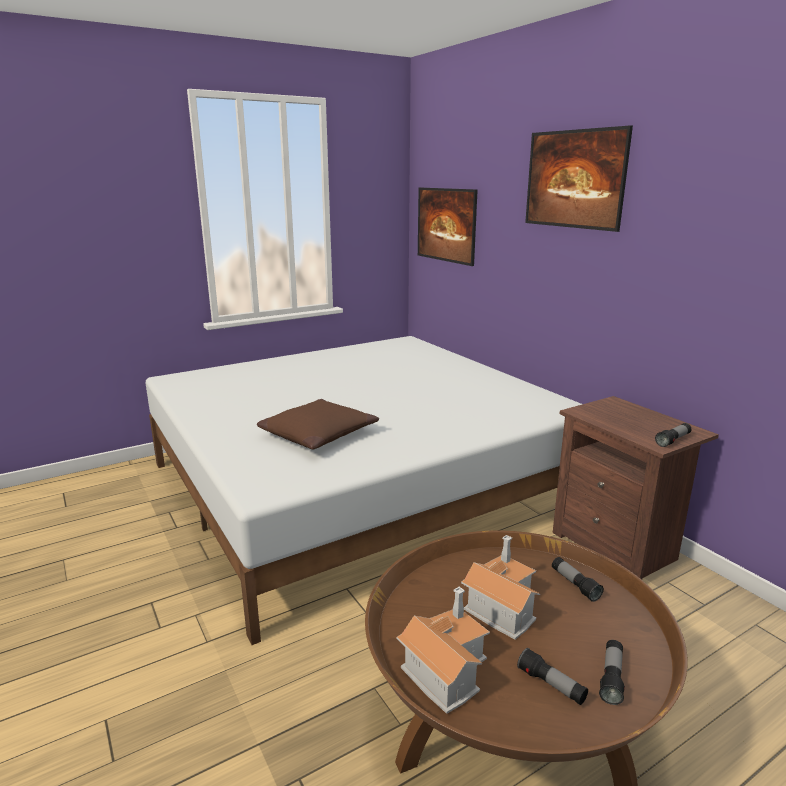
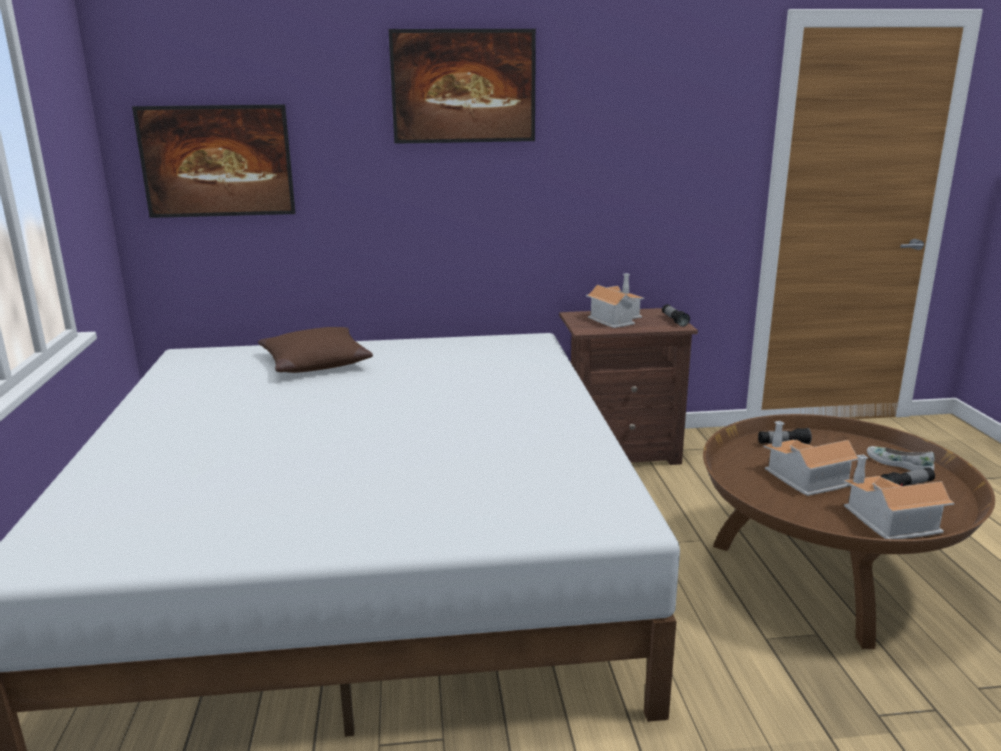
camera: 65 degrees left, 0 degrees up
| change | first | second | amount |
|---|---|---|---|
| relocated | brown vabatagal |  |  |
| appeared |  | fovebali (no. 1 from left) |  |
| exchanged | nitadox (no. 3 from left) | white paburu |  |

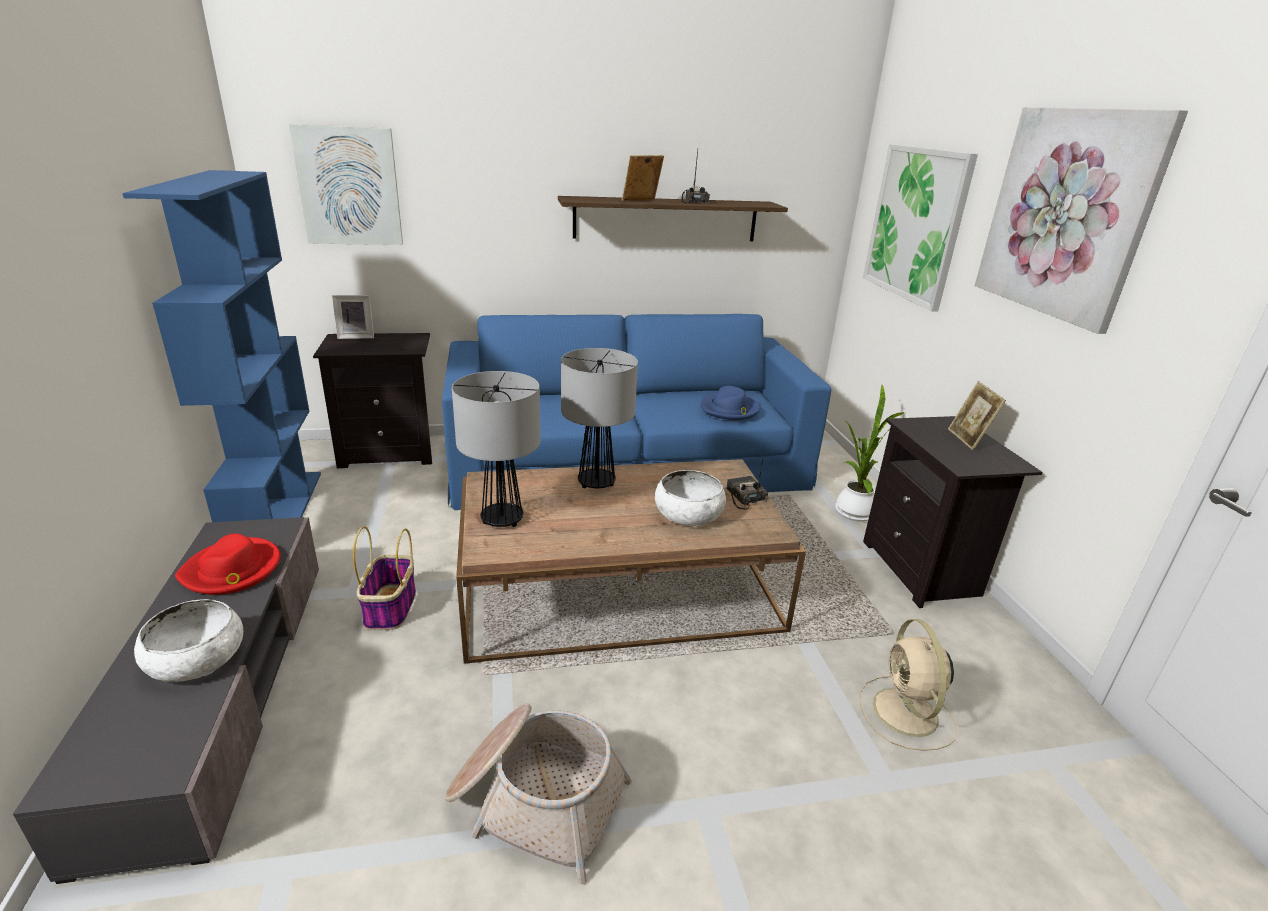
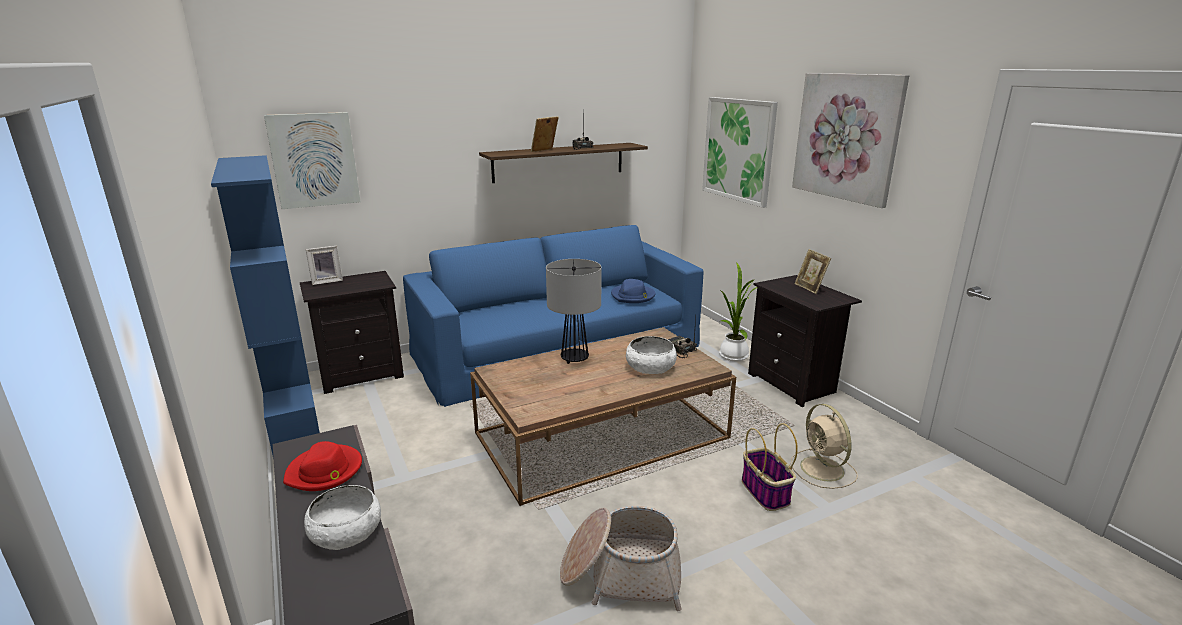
camera: 15 degrees left, 5 degrees down
| change | first | second | amount |
|---|---|---|---|
| relocated | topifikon (no. 1 from left in the first image) | topifikon (no. 2 from left) |  |
| missing | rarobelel (no. 1 from left) |  |  |

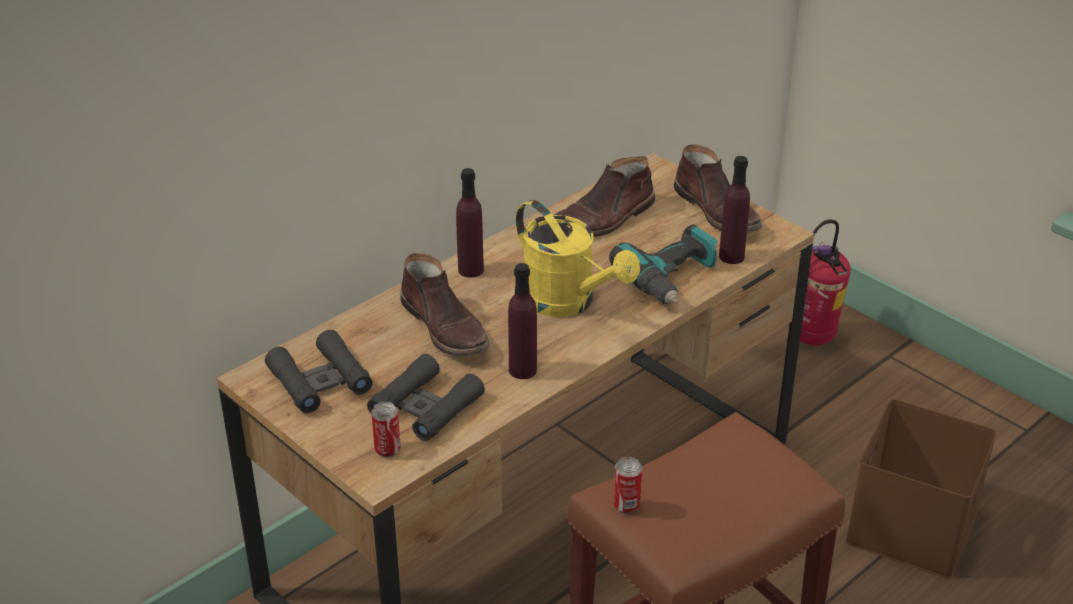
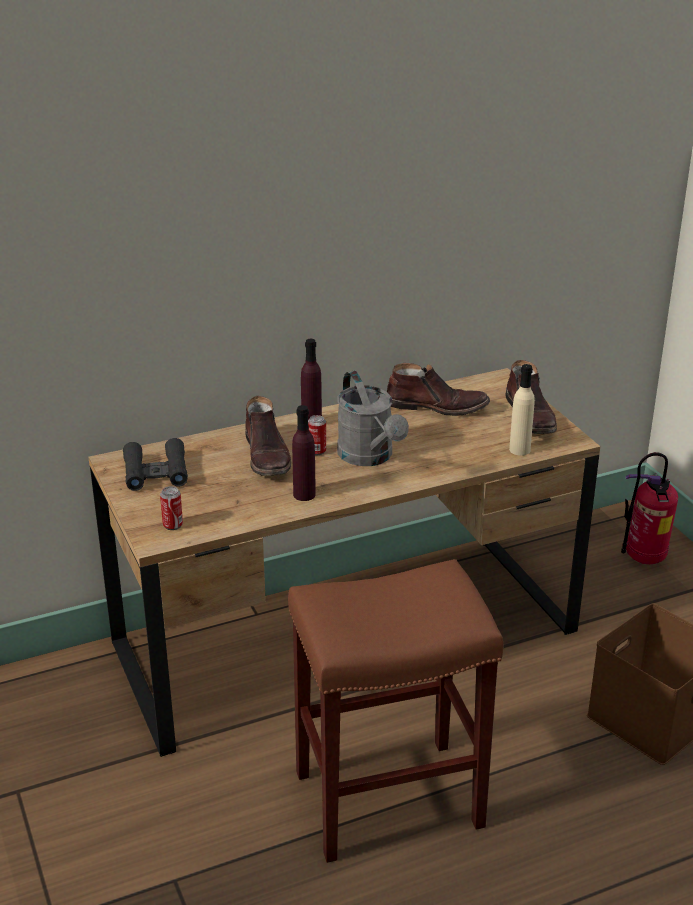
camera: 20 degrees right, 5 degrees down
| change | first | second | amount |
|---|---|---|---|
| relocated | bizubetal (no. 2 from left) |  |  |
| colour | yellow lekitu | grey lekitu |  |
| spun | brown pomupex (no. 2 from left) |  | 150 degrees counterclockwise |
| colour | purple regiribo (no. 3 from left) | beige regiribo |  |
| missing | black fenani (no. 2 from left) |  |  |
| missing | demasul |  |  |

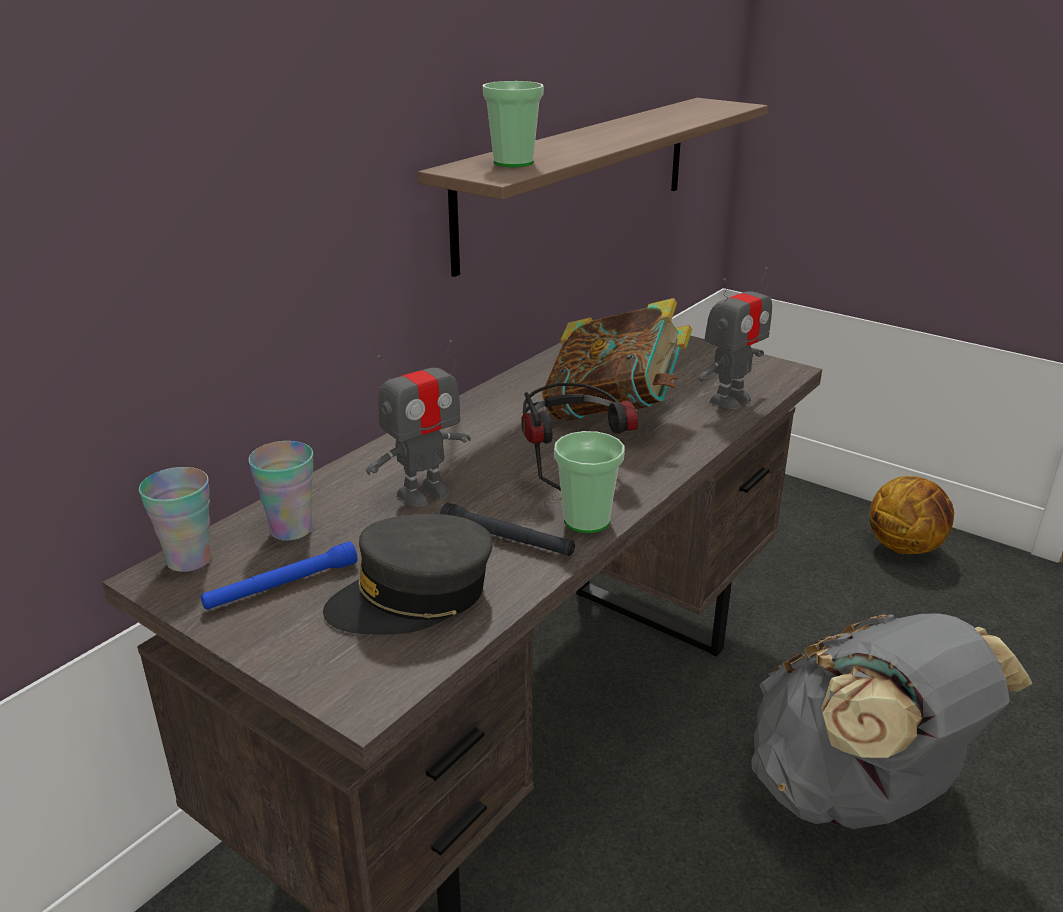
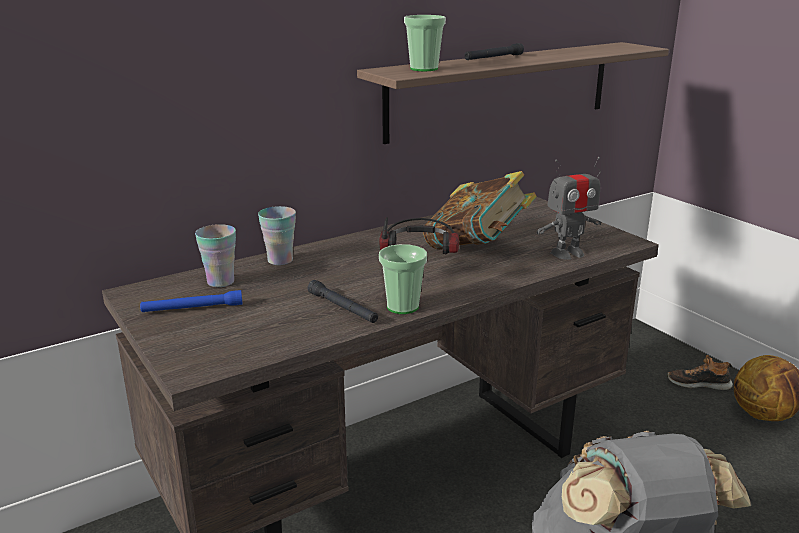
camera: 20 degrees right, 5 degrees down
| change | first | second | amount |
|---|---|---|---|
| relocated | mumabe (no. 1 from left in the first image) | mumabe (no. 2 from left) |  |
| appeared |  | black nitadox (no. 2 from left) |  |
| appeared |  | paburu |  |
| missing | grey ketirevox |  |  |
| missing | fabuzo (no. 1 from left) |  |  |

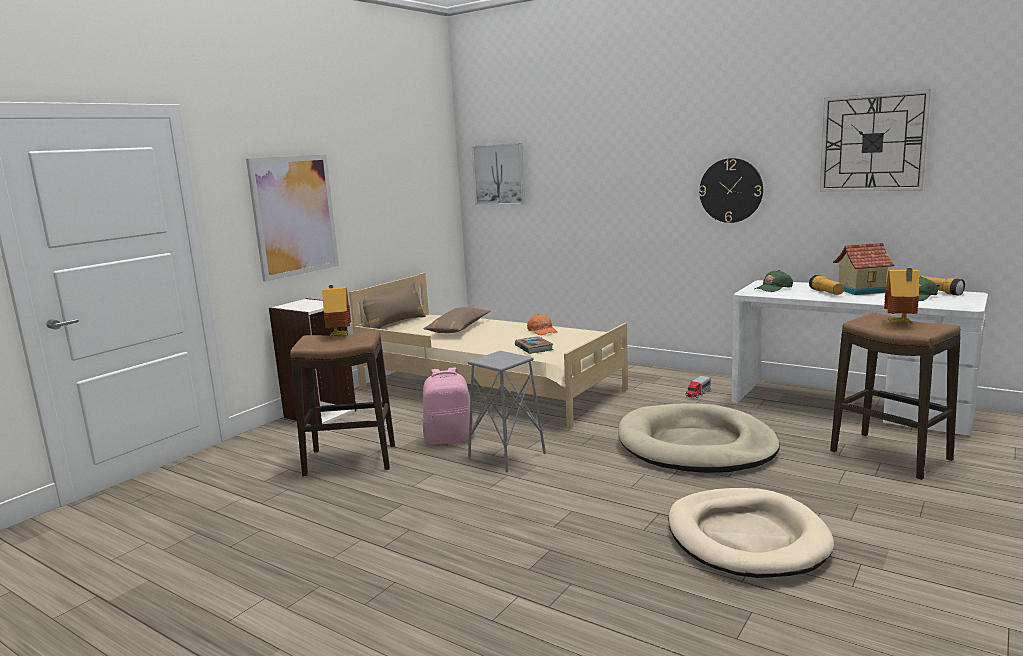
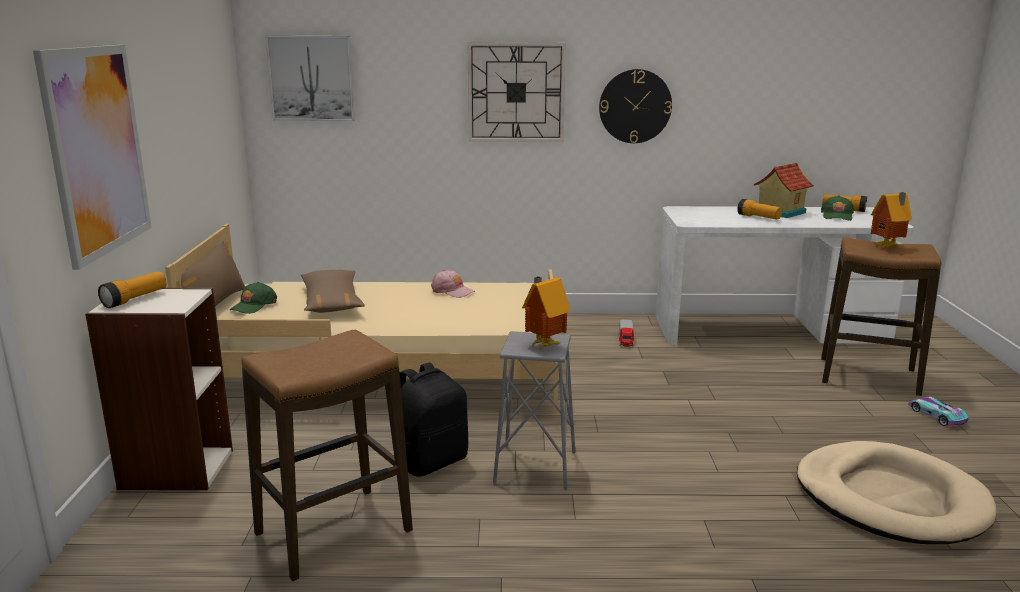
camera: 35 degrees left, 5 degrees up
| change | first | second | amount |
|---|---|---|---|
| appeared |  | nitadox (no. 1 from left) |  |
| relocated | green ketirevox (no. 1 from left) |  |  |
| colour | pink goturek | black goturek |  |
| colour | orange ketirevox | pink ketirevox |  |
| relocated | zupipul (no. 2 from left in the first image) | zupipul (no. 1 from left) |  |
| relocated | fovebali (no. 1 from left) |  |  |
| appeared |  | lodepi |  |
| missing | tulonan |  |  |
| missing | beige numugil (no. 1 from left) |  |  |

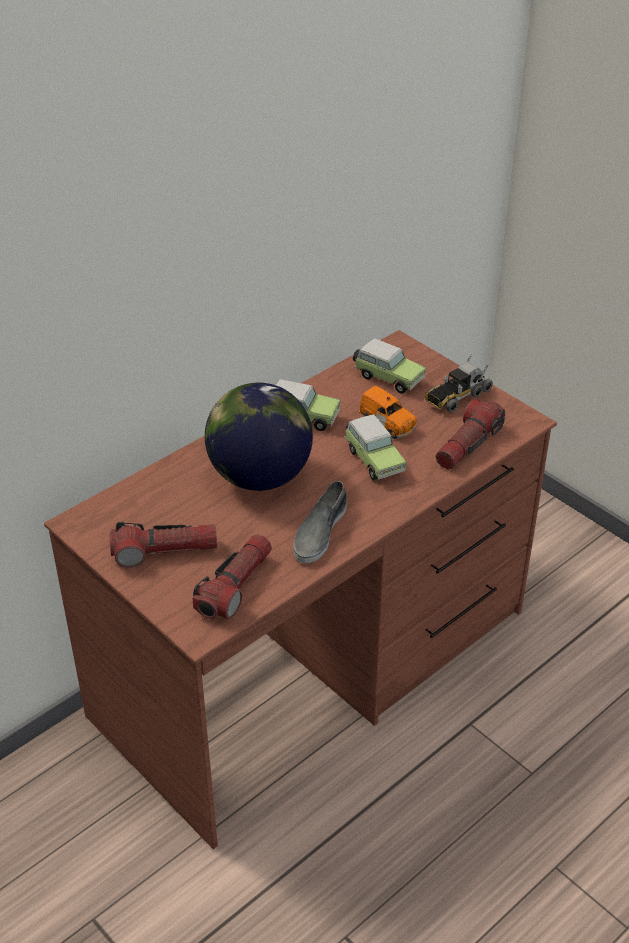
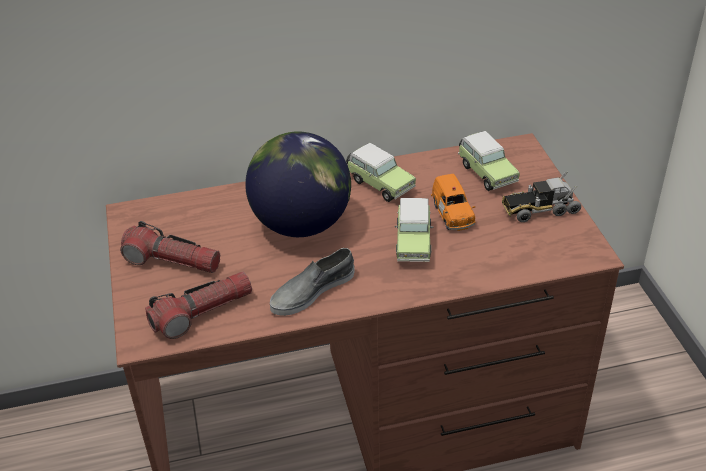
camera: 30 degrees right, 0 degrees up
| change | first | second | amount |
|---|---|---|---|
| missing | nitadox (no. 3 from left) |  |  |

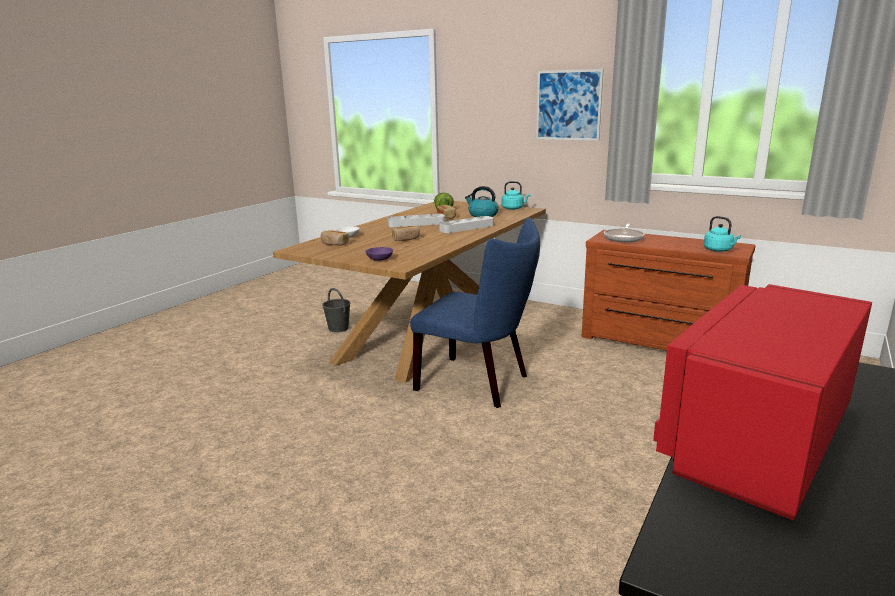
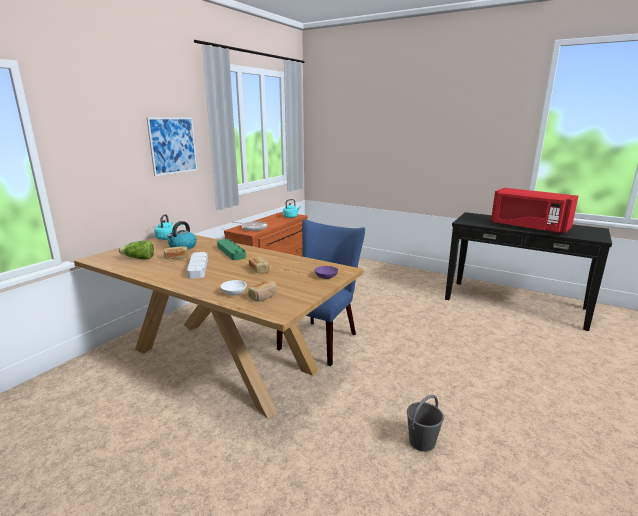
camera: 90 degrees left, 0 degrees up
| change | first | second | amount |
|---|---|---|---|
| colour | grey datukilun (no. 2 from left) | green datukilun |  |
| relocated | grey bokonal |  |  |

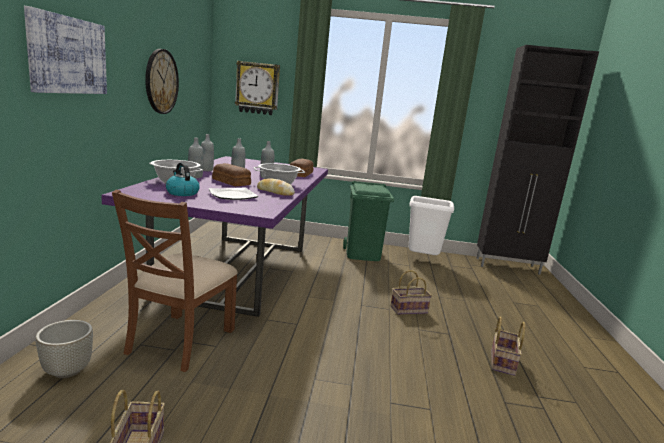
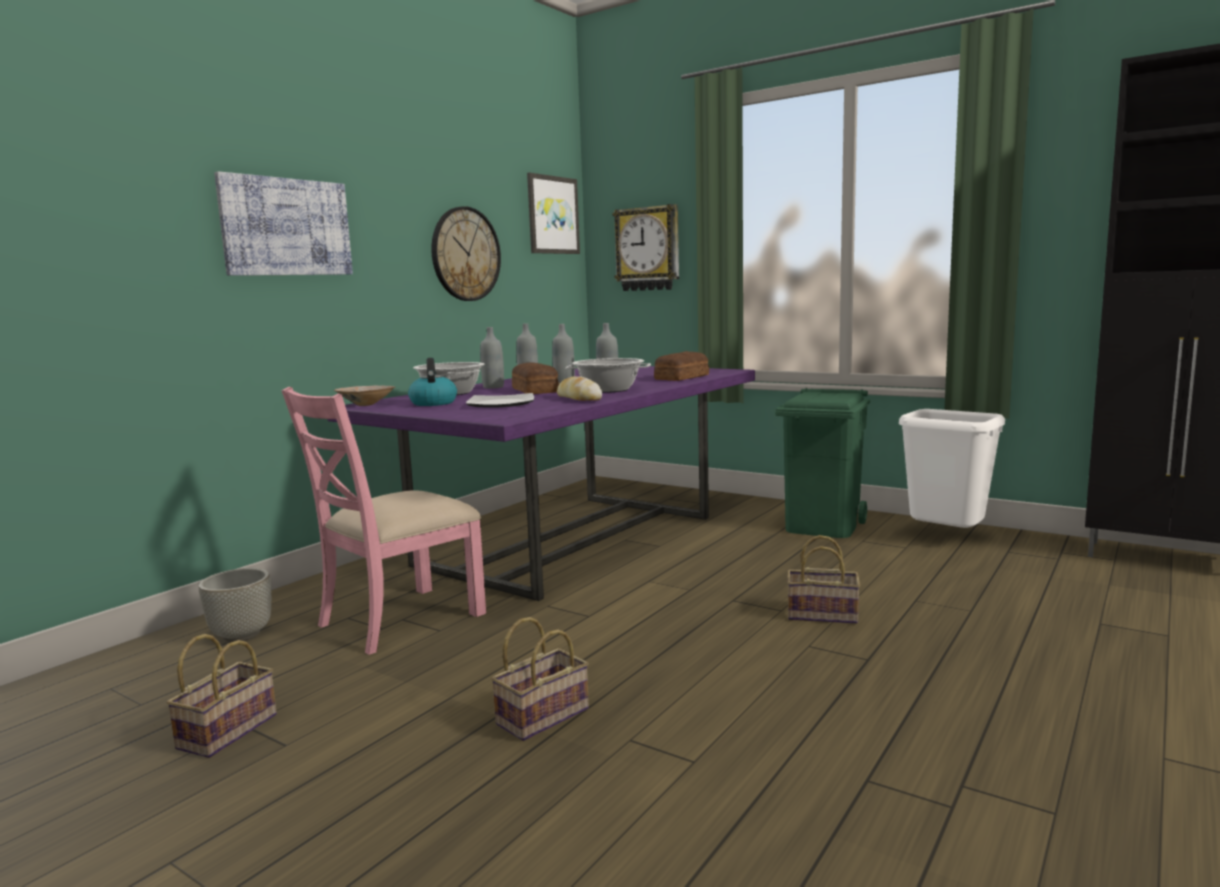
camera: 30 degrees right, 5 degrees down
| change | first | second | amount |
|---|---|---|---|
| colour | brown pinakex | pink pinakex |  |
| appeared |  | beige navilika |  |
| relocated | topifikon (no. 3 from left in the first image) | topifikon (no. 2 from left) |  |
| appeared |  | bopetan (no. 2 from left) |  |

